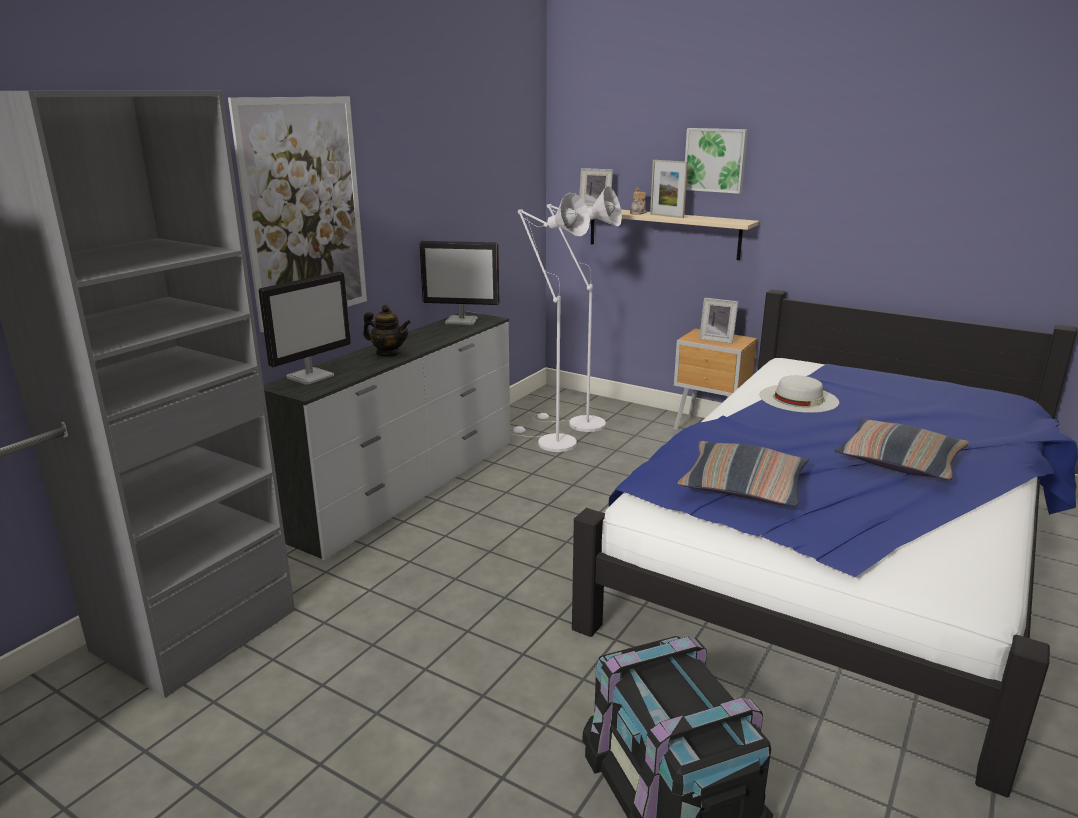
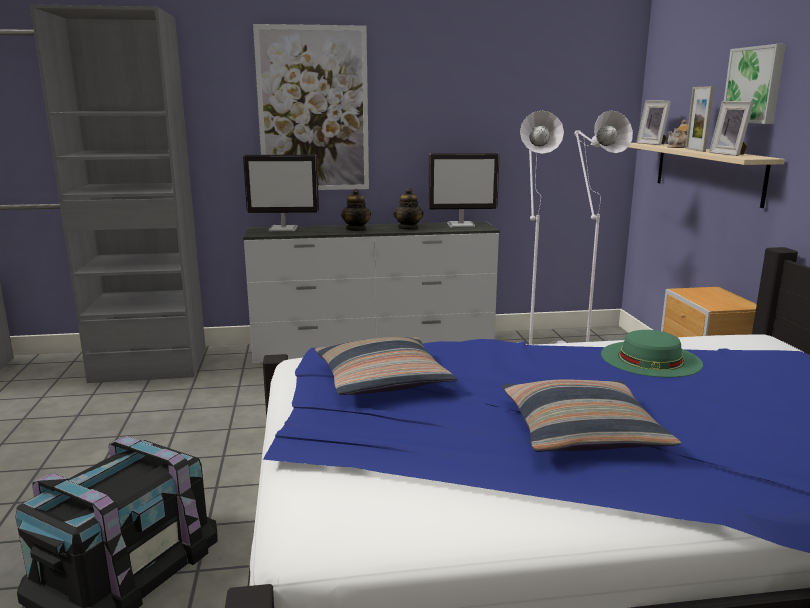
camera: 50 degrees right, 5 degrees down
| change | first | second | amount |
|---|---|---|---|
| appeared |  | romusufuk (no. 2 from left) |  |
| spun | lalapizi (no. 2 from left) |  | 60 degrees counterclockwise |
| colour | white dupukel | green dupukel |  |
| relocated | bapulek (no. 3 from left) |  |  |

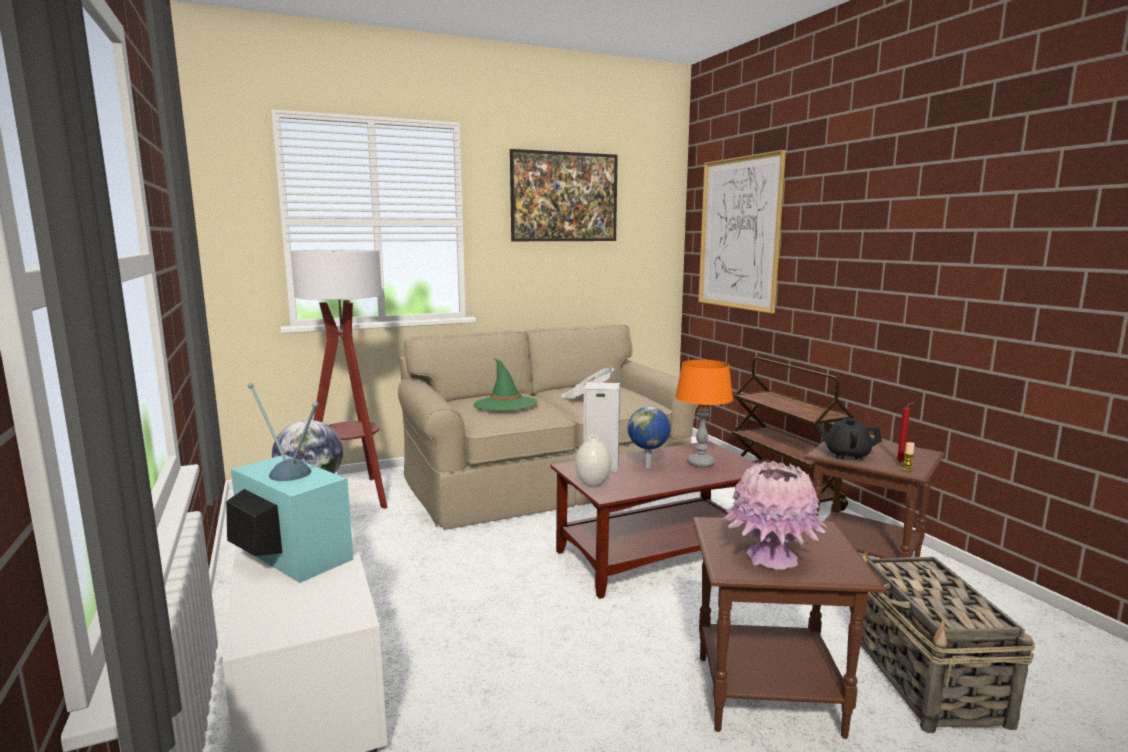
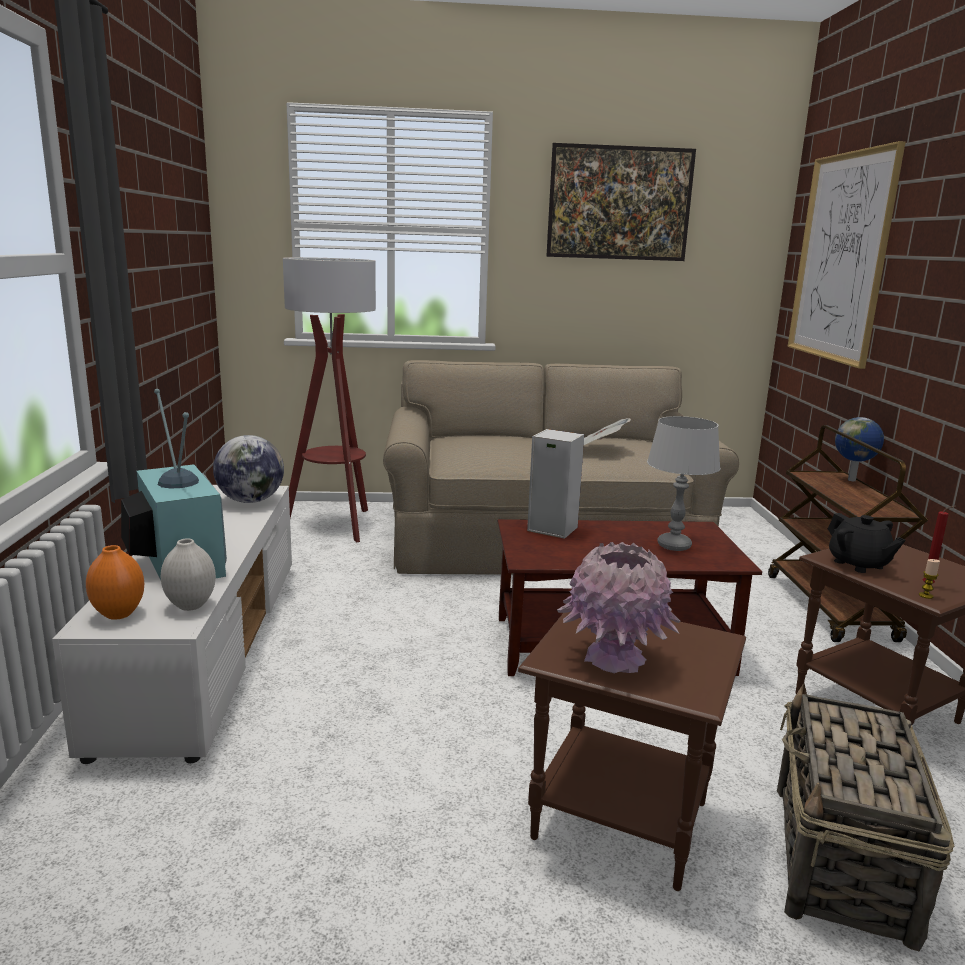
camera: 20 degrees right, 5 degrees up
| change | first | second | amount |
|---|---|---|---|
| appeared |  | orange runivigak |  |
| relocated | white runivigak |  |  |
| colour | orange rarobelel | grey rarobelel |  |
| spun | black romusufuk |  | 150 degrees counterclockwise |
| relocated | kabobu (no. 2 from left) |  |  |
| missing | green dupukel |  |  |

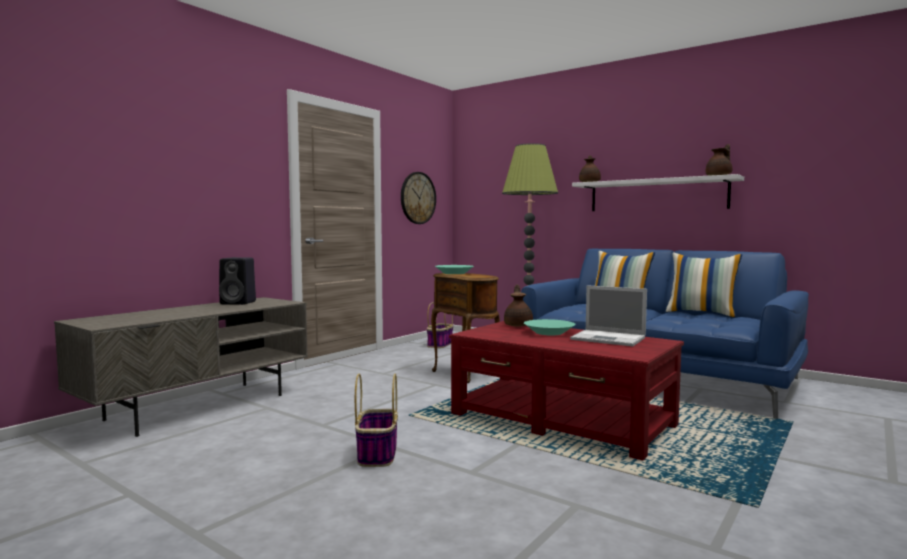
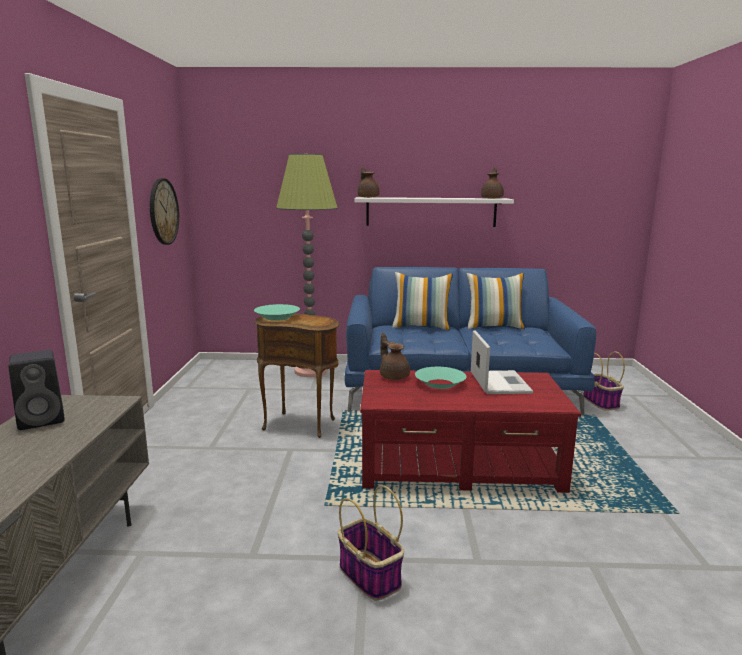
camera: 35 degrees left, 10 degrees up
| change | first | second | amount |
|---|---|---|---|
| spun | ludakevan |  | 90 degrees counterclockwise |
| relocated | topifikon (no. 2 from left) |  |  |

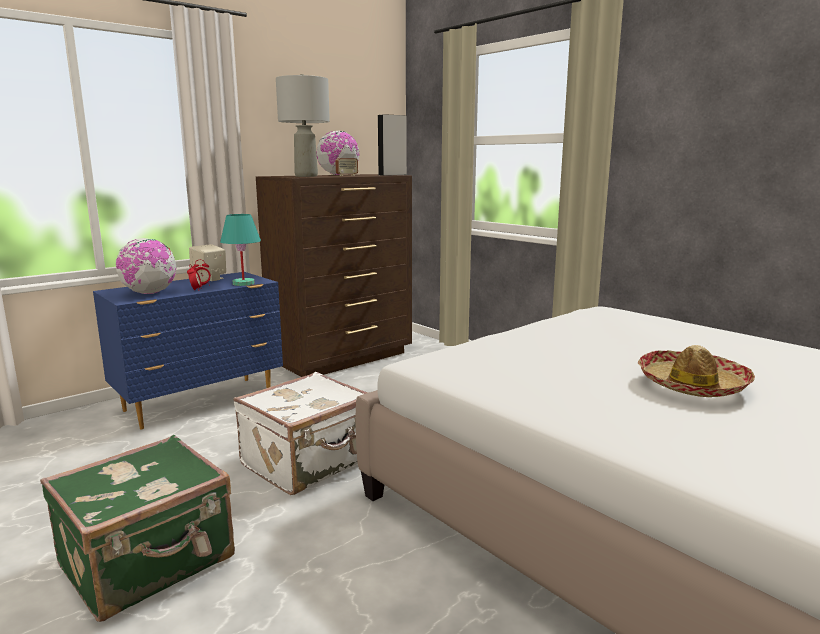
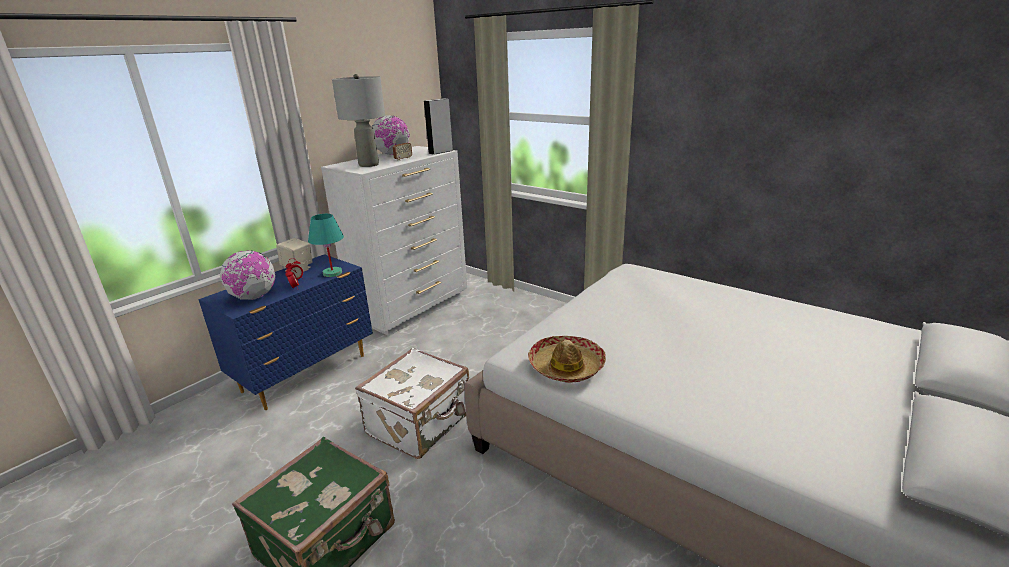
camera: 10 degrees left, 10 degrees up
| change | first | second | amount |
|---|---|---|---|
| colour | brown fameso | white fameso |  |
| relocated | dupukel |  |  |

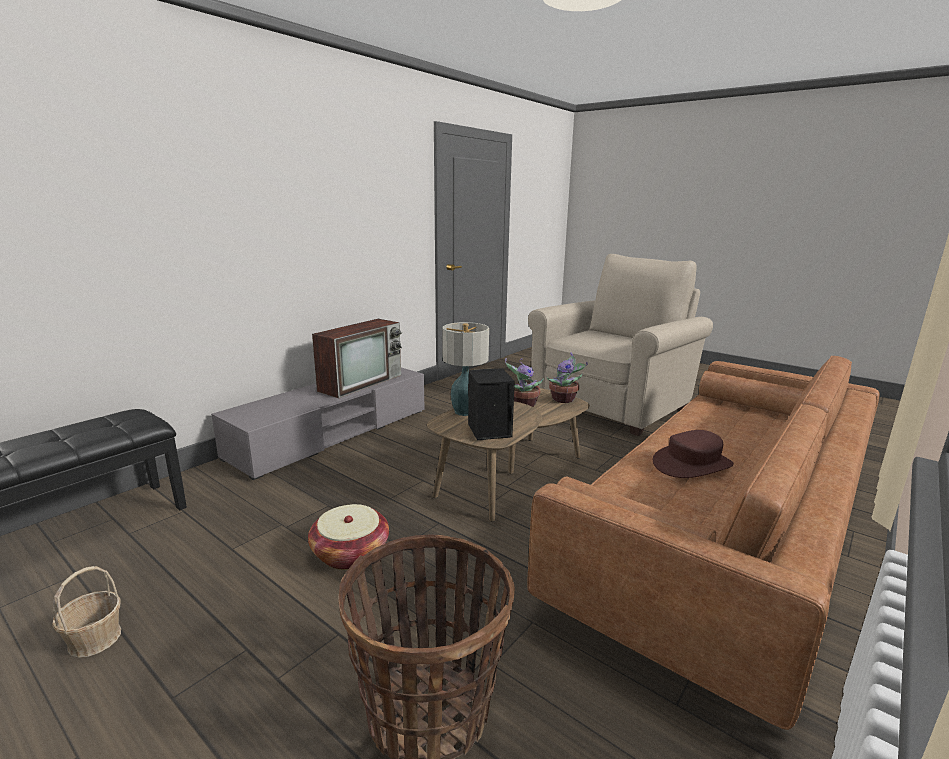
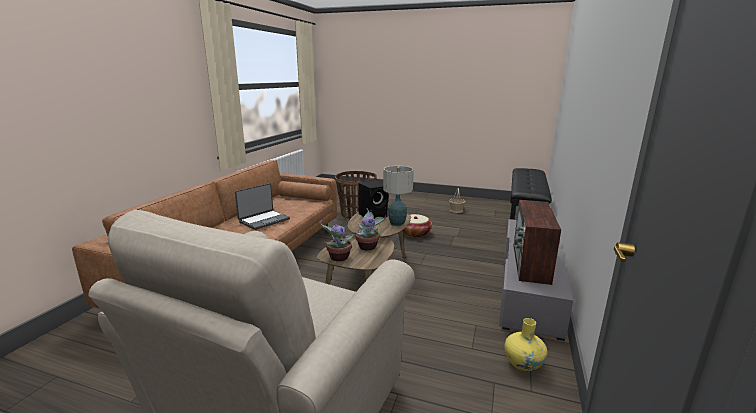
camera: 160 degrees right, 0 degrees up
| change | first | second | amount |
|---|---|---|---|
| exchanged | brown dupukel | ludakevan |  |
| appeared |  | yellow runivigak |  |

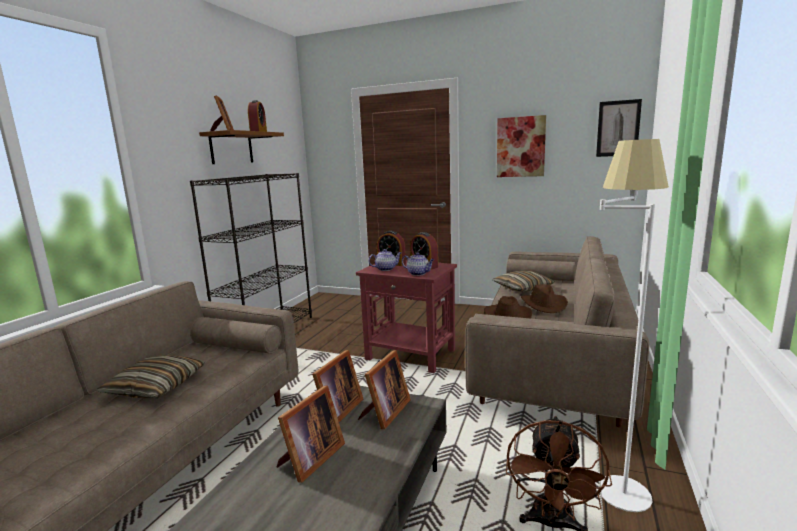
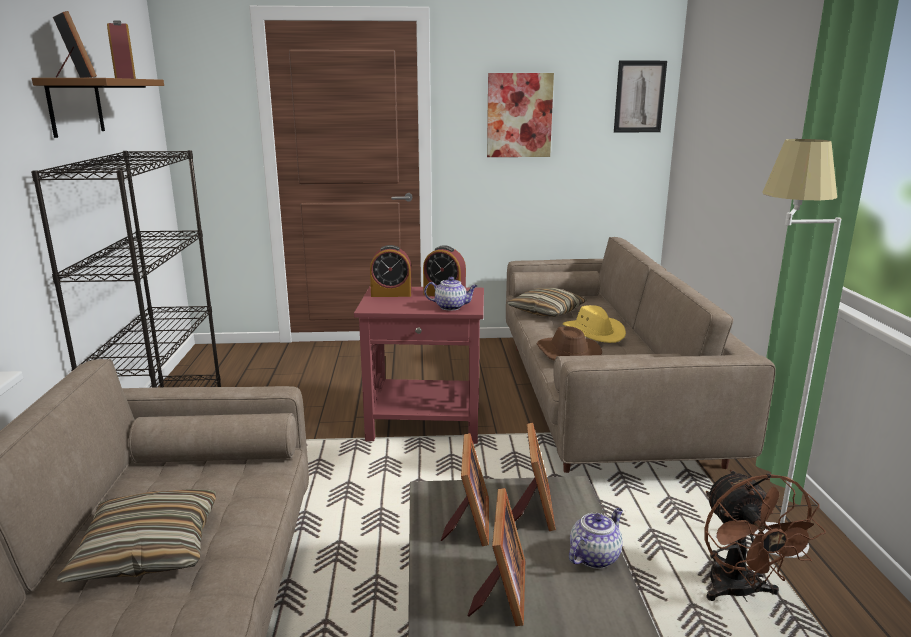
camera: 25 degrees left, 5 degrees up
| change | first | second | amount |
|---|---|---|---|
| colour | brown dupukel (no. 2 from left) | yellow dupukel |  |
| relocated | romusufuk (no. 1 from left in the first image) | romusufuk (no. 2 from left) |  |

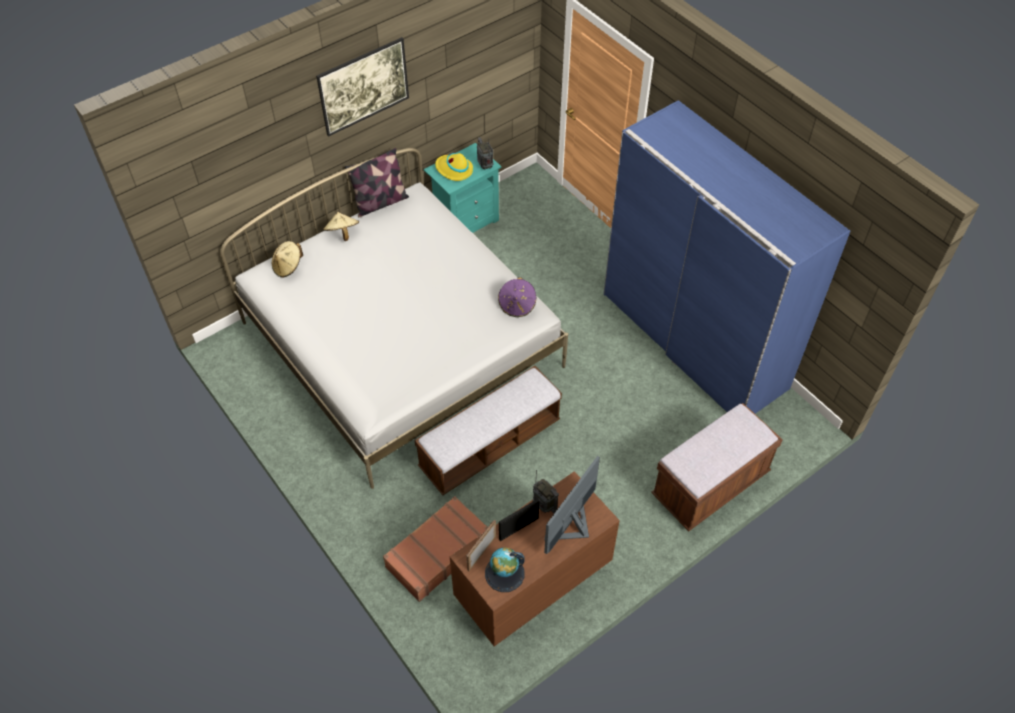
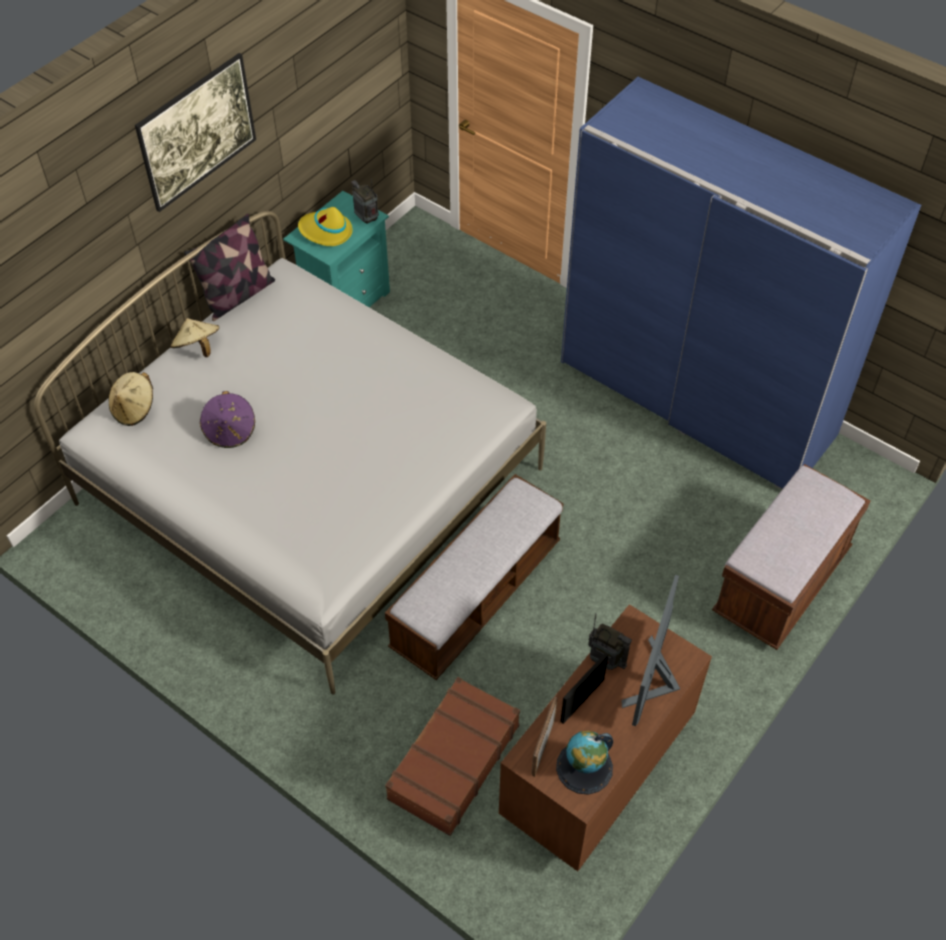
camera: 15 degrees left, 0 degrees up
| change | first | second | amount |
|---|---|---|---|
| relocated | purple dupukel |  |  |

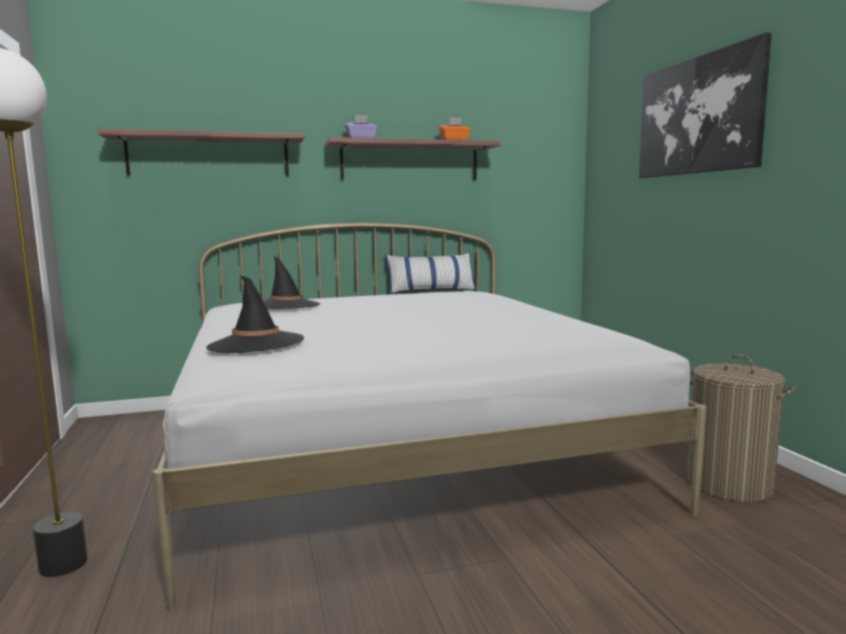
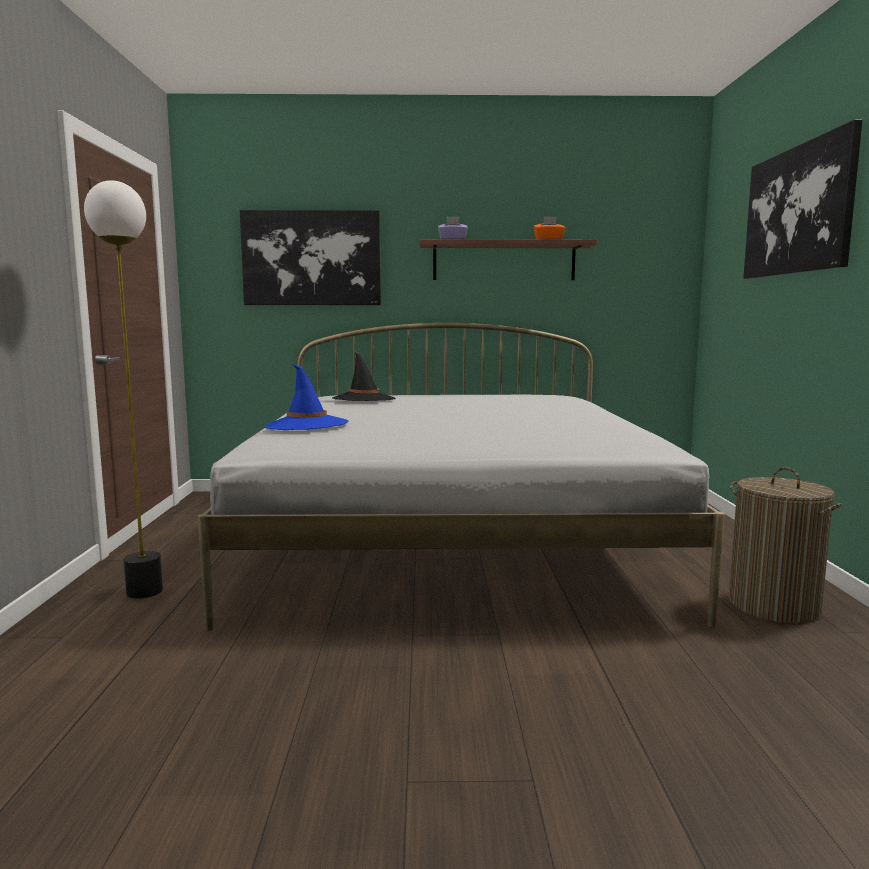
camera: 15 degrees right, 0 degrees up
| change | first | second | amount |
|---|---|---|---|
| exchanged | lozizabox (no. 1 from left) | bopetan (no. 1 from left) |  |
| colour | black dupukel (no. 1 from left) | blue dupukel |  |
| missing | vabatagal |  |  |

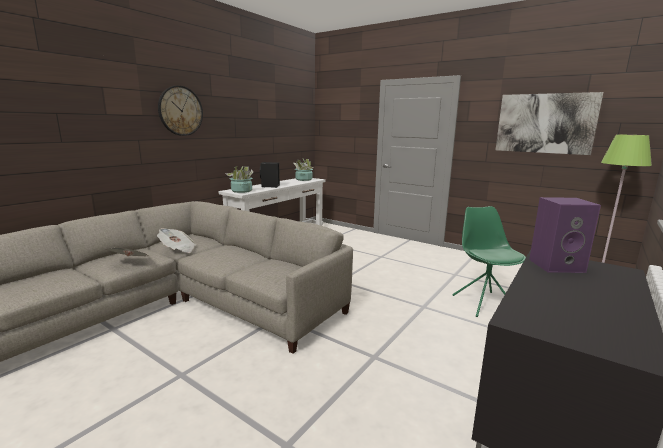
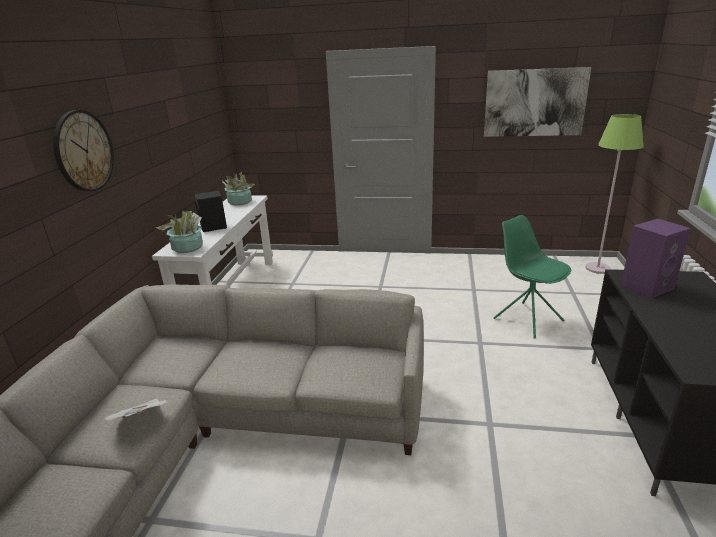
camera: 25 degrees left, 10 degrees up
| change | first | second | amount |
|---|---|---|---|
| missing | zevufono (no. 2 from left) |  |  |

